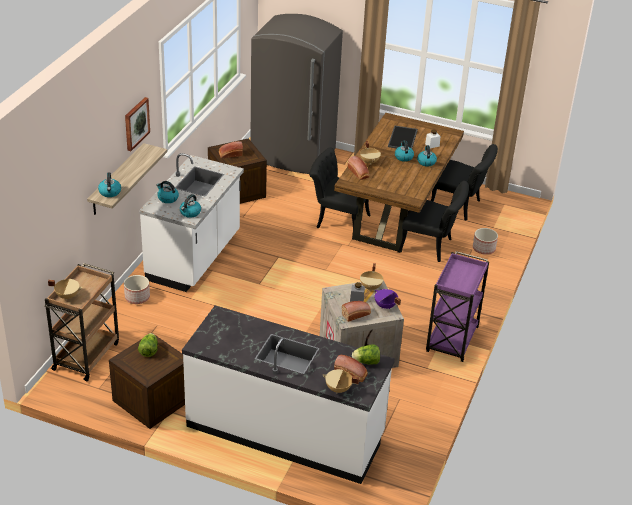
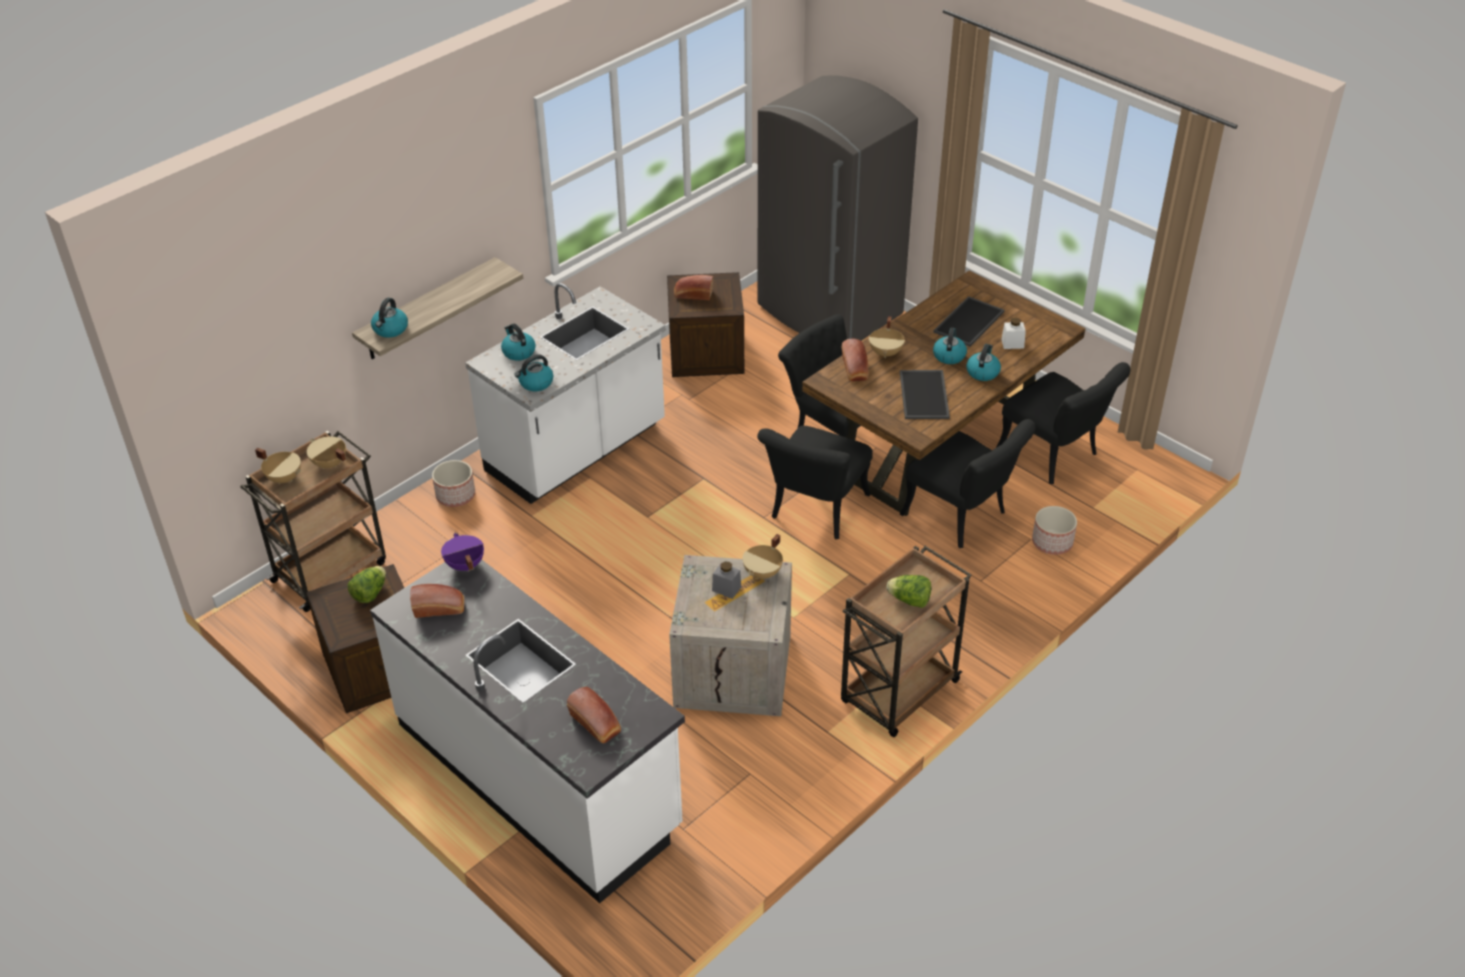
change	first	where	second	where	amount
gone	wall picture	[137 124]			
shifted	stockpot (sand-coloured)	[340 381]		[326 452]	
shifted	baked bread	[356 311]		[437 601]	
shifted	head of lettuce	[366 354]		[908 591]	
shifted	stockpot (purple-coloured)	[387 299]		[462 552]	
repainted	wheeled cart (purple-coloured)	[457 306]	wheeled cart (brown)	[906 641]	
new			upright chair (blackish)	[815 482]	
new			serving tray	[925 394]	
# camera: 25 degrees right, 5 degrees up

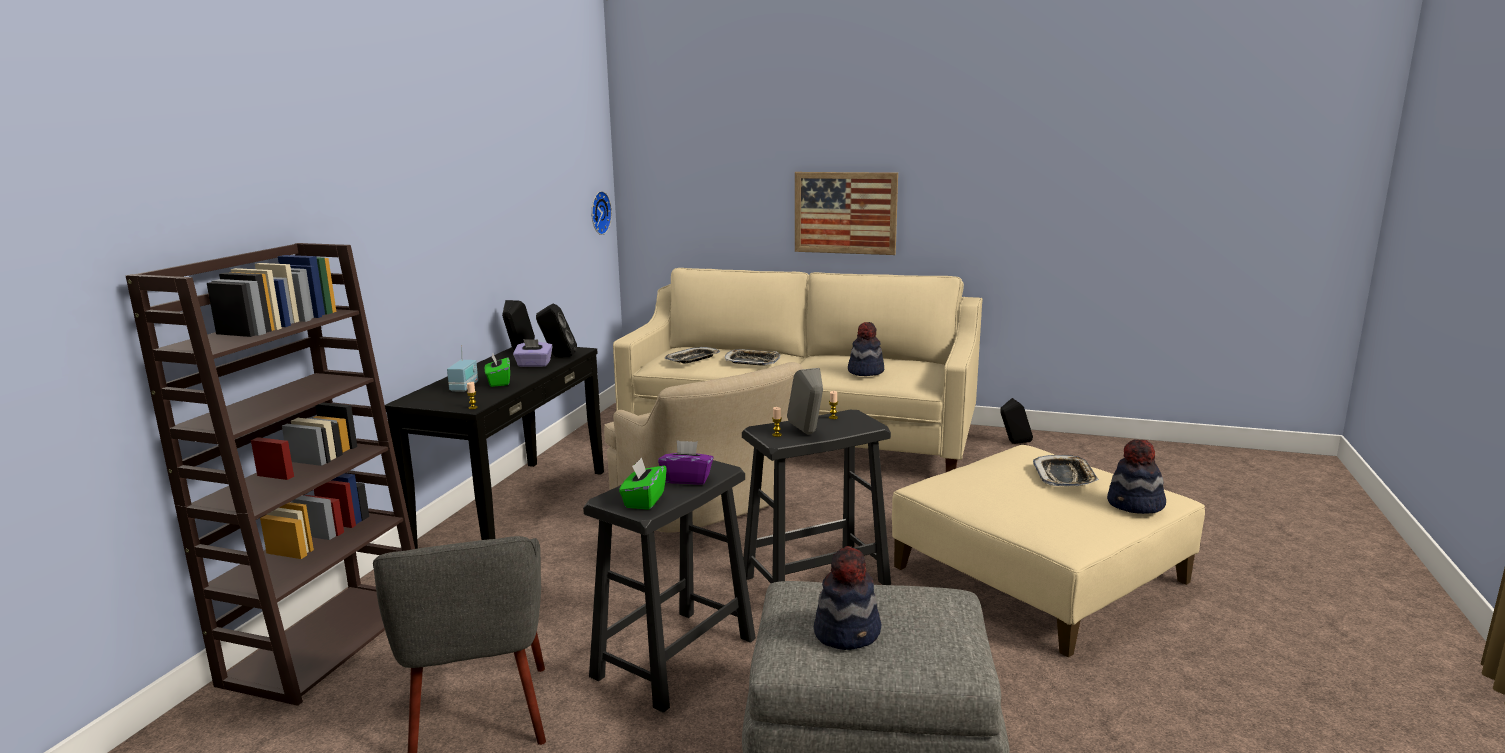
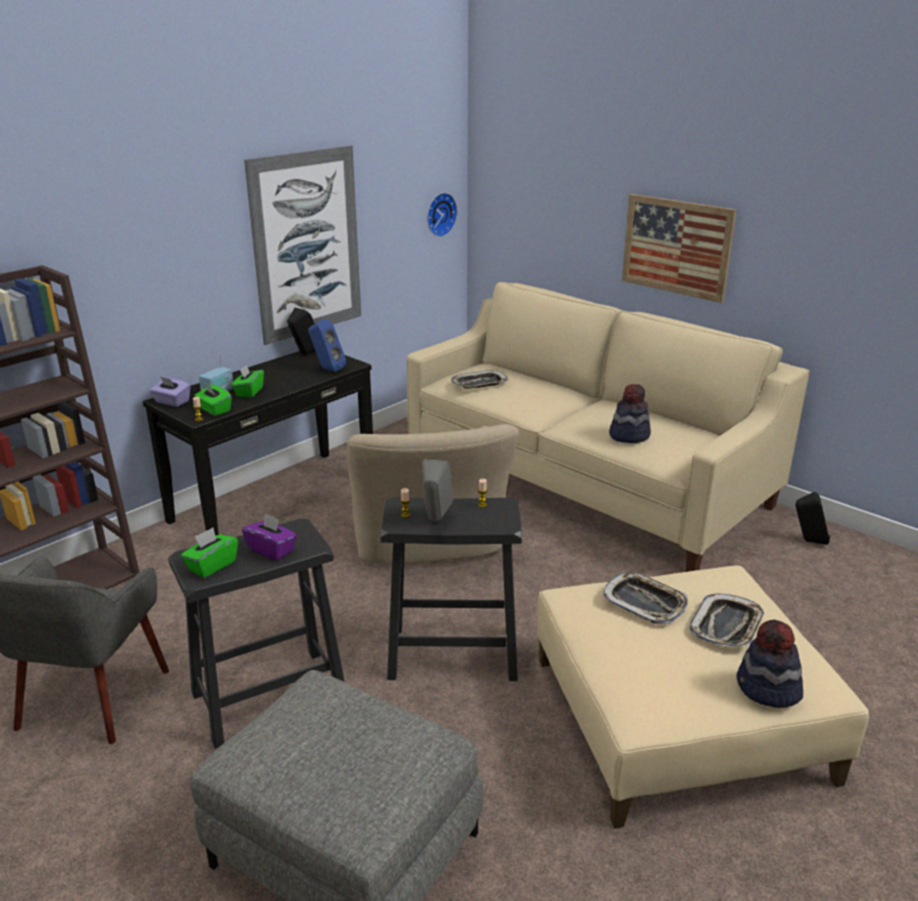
change	first	where	second	where	amount
shifted	tissue box (purple-coloured)	[533 353]		[170 392]	
repainted	audio speaker (blackish)	[556 330]	audio speaker (bluish)	[327 345]	
shifted	serving tray	[752 357]		[645 598]	
gone	clothing hat	[847 598]			
new			tissue box (greenish)	[213 400]	
new			wall picture	[302 245]	
# camera: 25 degrees right, 10 degrees up

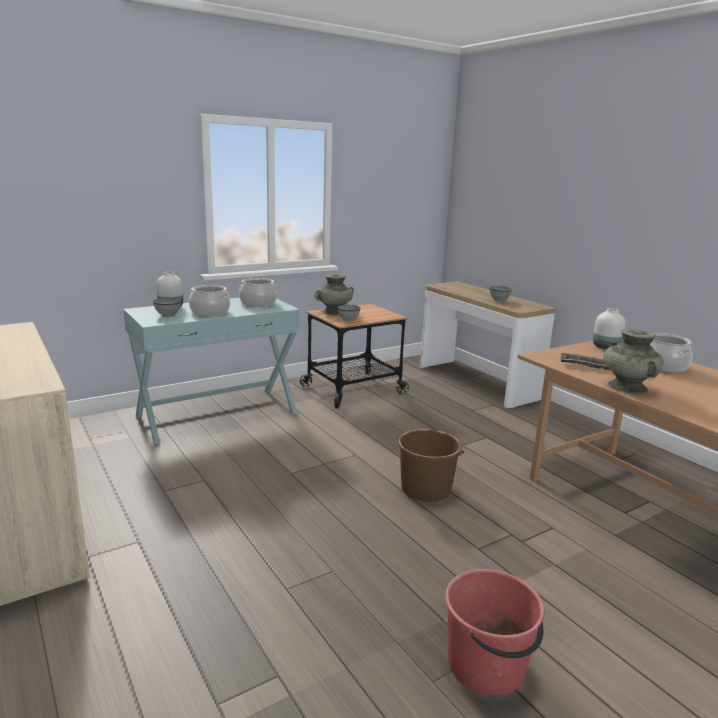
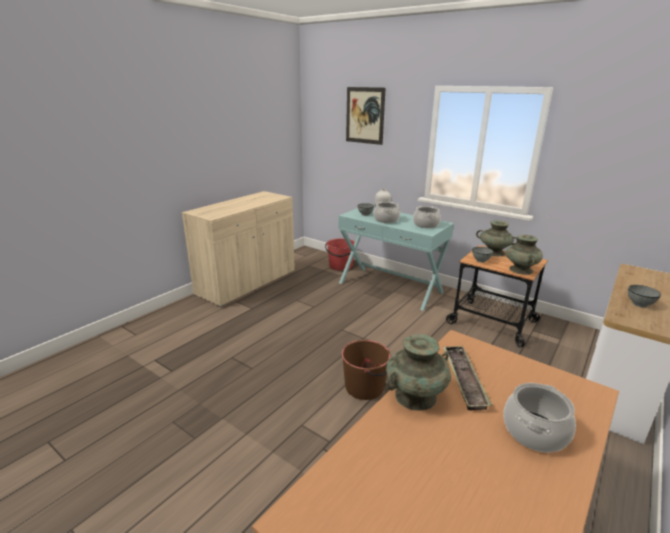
change	first	where	second	where	amount
shifted	bucket (red-coloured)	[494 632]		[340 254]	
gone	vase (white-coloured)	[609 328]			
new			wall picture	[366 116]	
new			vase (turquoise-coloured)	[524 255]	
# camera: 70 degrees right, 5 degrees up

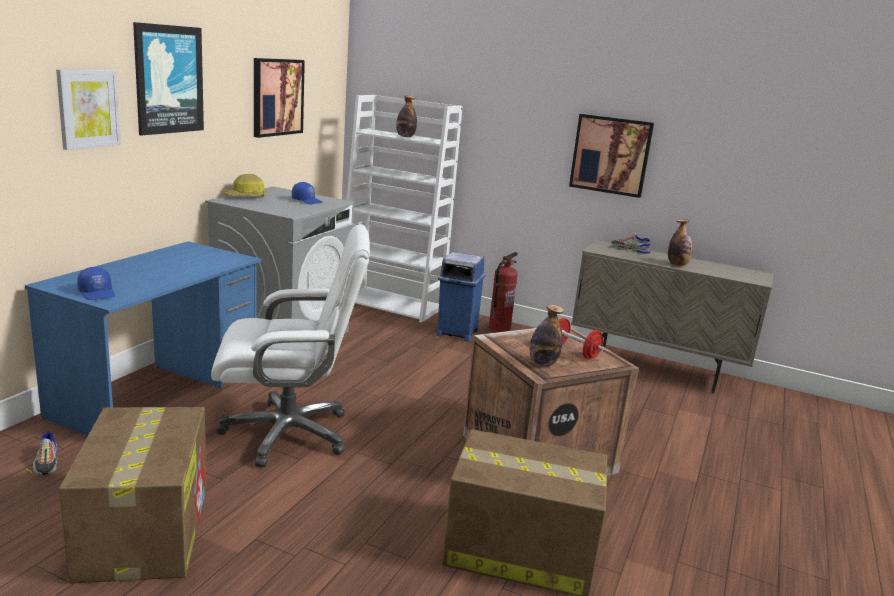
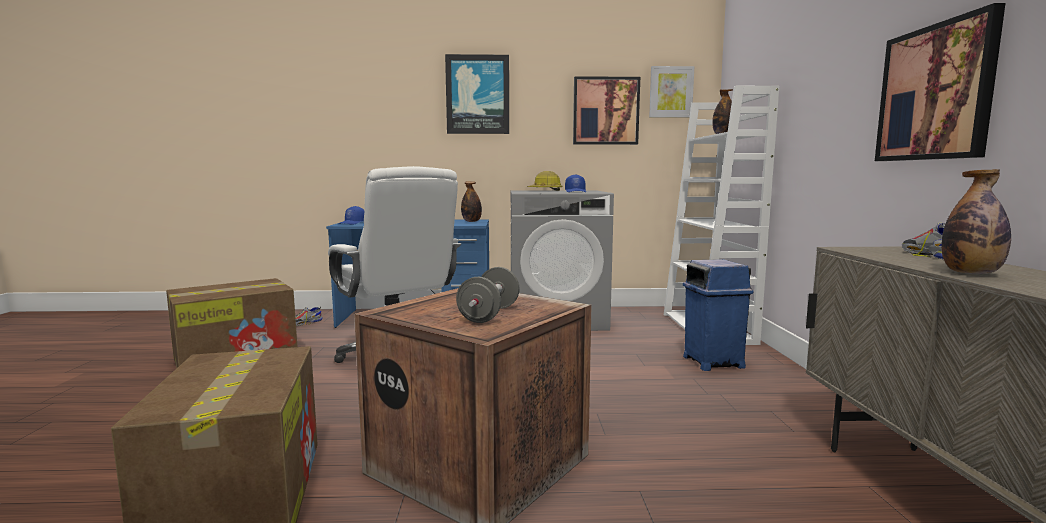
change	first	where	second	where	amount
shifted	wall picture	[88 109]		[671 92]	
gone	fire extinguisher	[503 292]			
shifted	drink bottle	[546 335]		[471 201]	
repainted	dumbbell (red-coloured)	[581 339]	dumbbell (grey)	[488 295]	
# camera: 65 degrees right, 10 degrees down

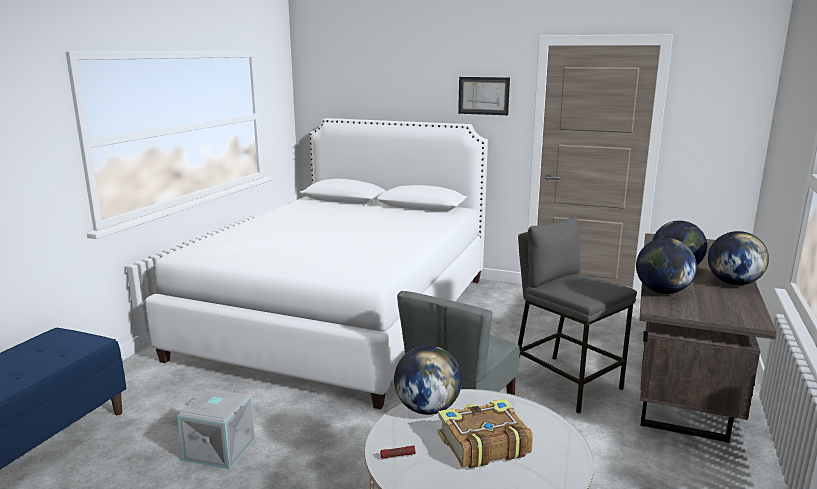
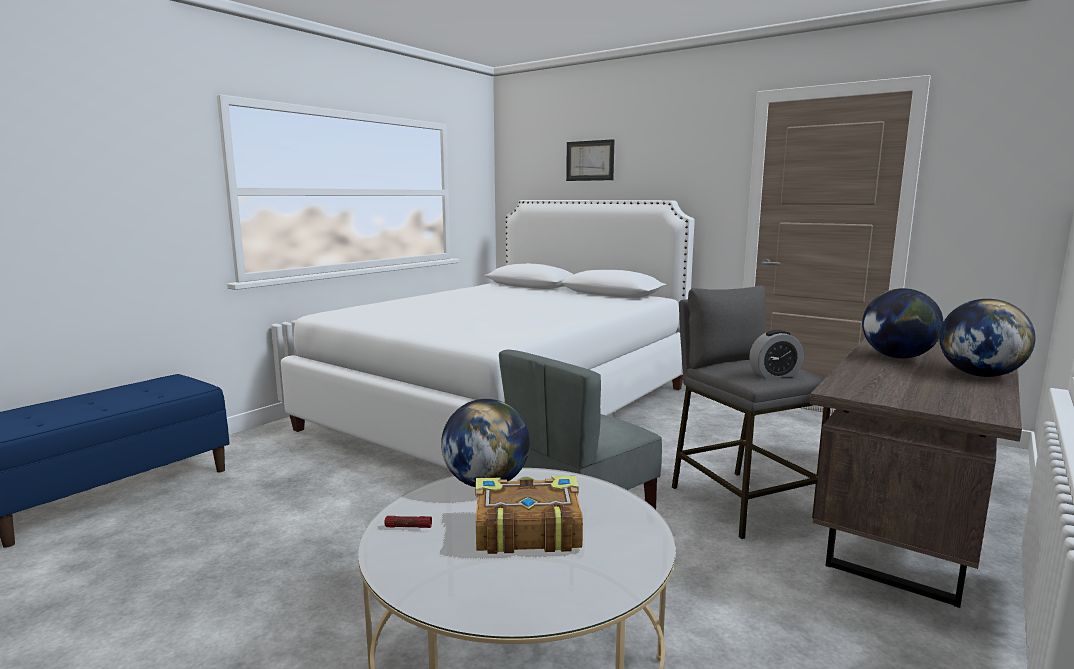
change	first	where	second	where	amount
gone	storage bin (grey)	[216 428]			
shifted	wall picture	[484 96]		[590 160]	
gone	desk globe	[666 266]			
new			bedside clock	[776 354]	
# camera: 15 degrees right, 5 degrees down

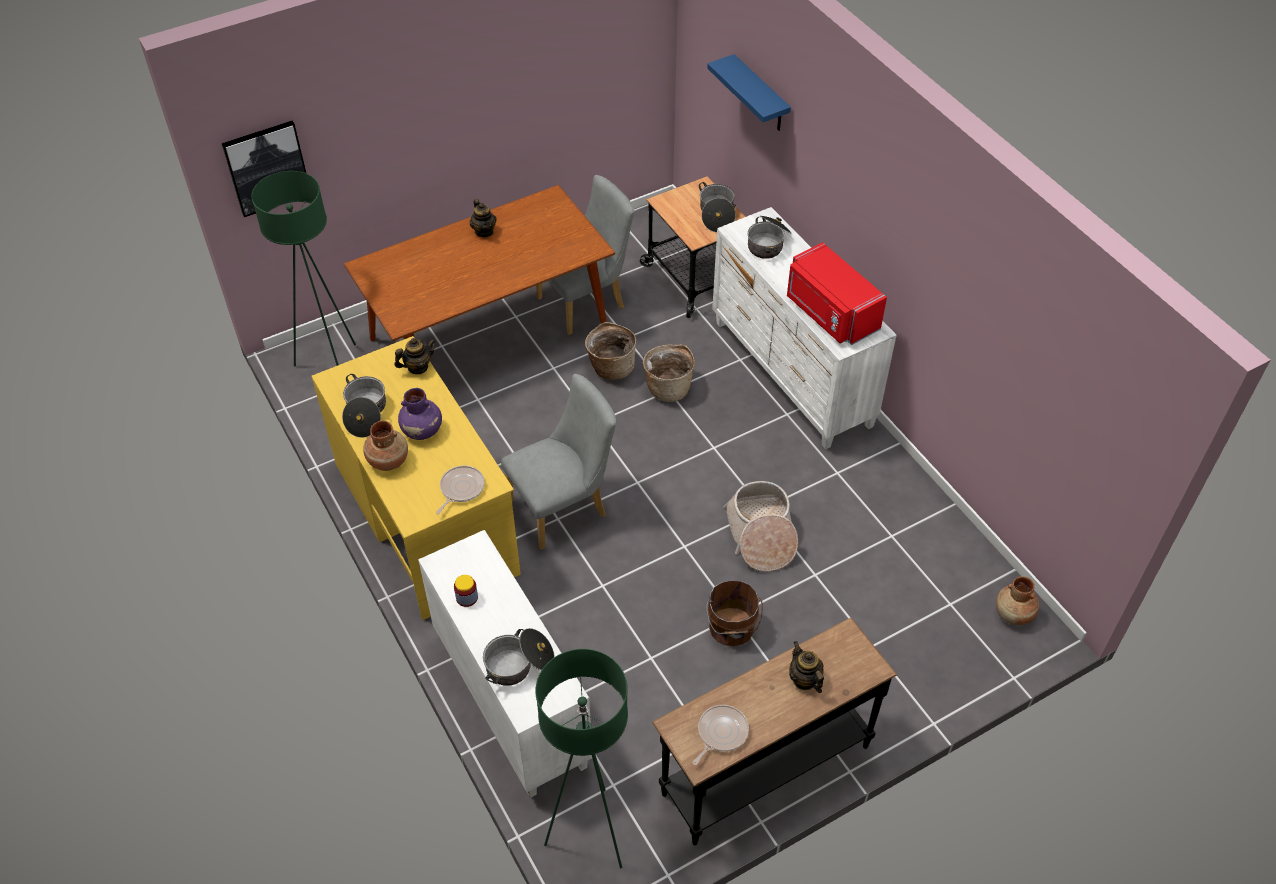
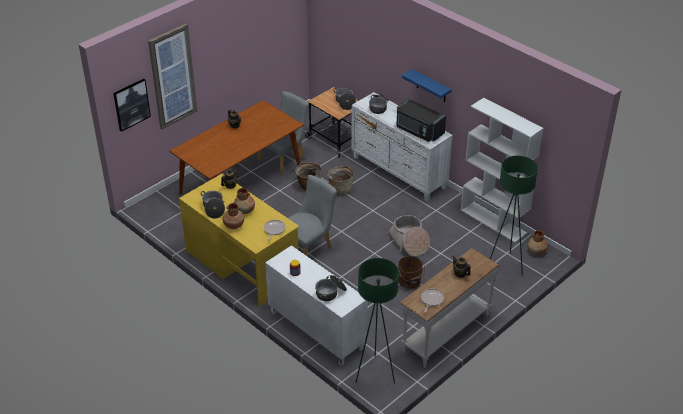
change	first	where	second	where	amount
shifted	standing lamp (greenish)	[303 269]		[514 216]	
repainted	vase (purple-coloured)	[420 414]	vase (brown)	[244 201]	
repainted	narrow table (blackish)	[774 731]	narrow table (white-coloured)	[449 308]	
shifted	wall shelf (bluish)	[749 92]		[427 85]	
repainted	kitchen microwave (red-coloured)	[837 293]	kitchen microwave (blackish)	[421 120]	
new			wall picture	[172 76]	
new			bookcase (white-coloured)	[502 170]	
# camera: 15 degrees left, 10 degrees down

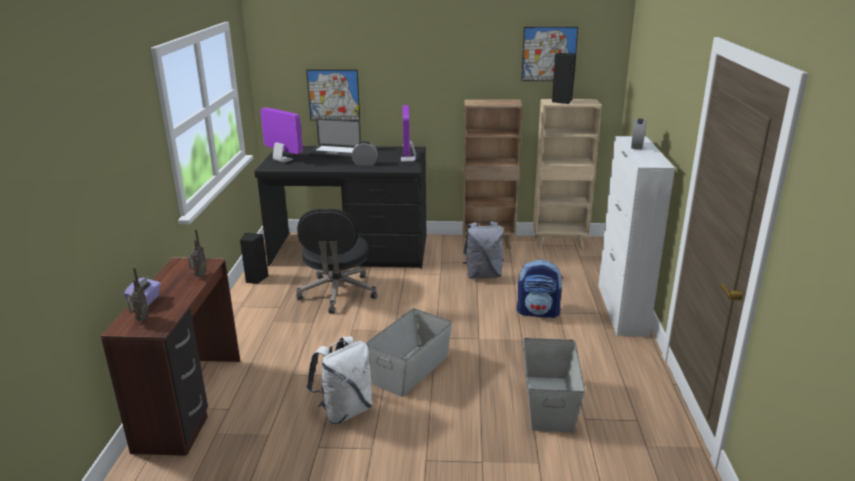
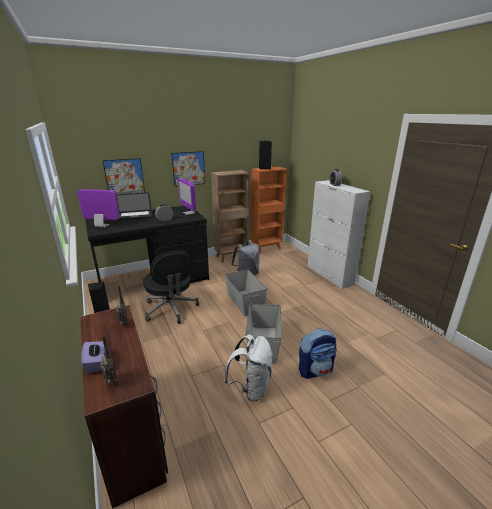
change	first	where	second	where	amount
shifted	rucksack	[540 288]		[317 353]	
shifted	wall picture	[549 54]		[188 169]	
shifted	storage bin (grey)	[554 385]		[246 293]	
repainted	bookcase (sand-coloured)	[567 174]	bookcase (orange-coloured)	[269 210]	
# camera: 30 degrees left, 0 degrees up

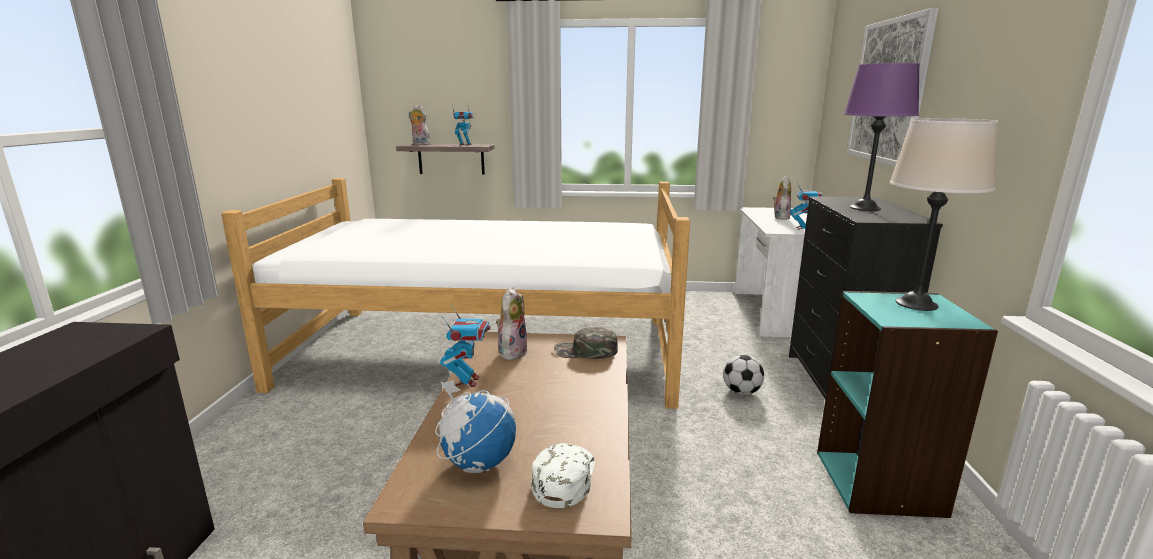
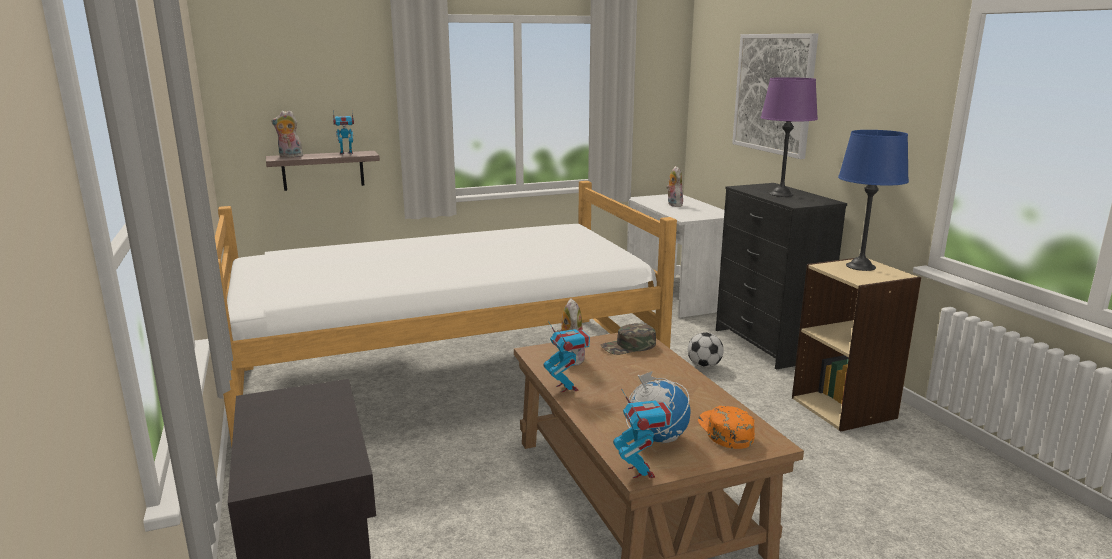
change	first	where	second	where	amount
repainted	peaked cap (white-coloured)	[563 475]	peaked cap (orange-coloured)	[726 427]	
shifted	robot figure	[806 206]		[643 433]	
repainted	bookcase (turquoise-coloured)	[907 404]	bookcase (sand-coloured)	[856 345]	
repainted	tabletop lamp (sand-coloured)	[944 214]	tabletop lamp (bluish)	[873 200]	
# camera: 25 degrees left, 0 degrees up

